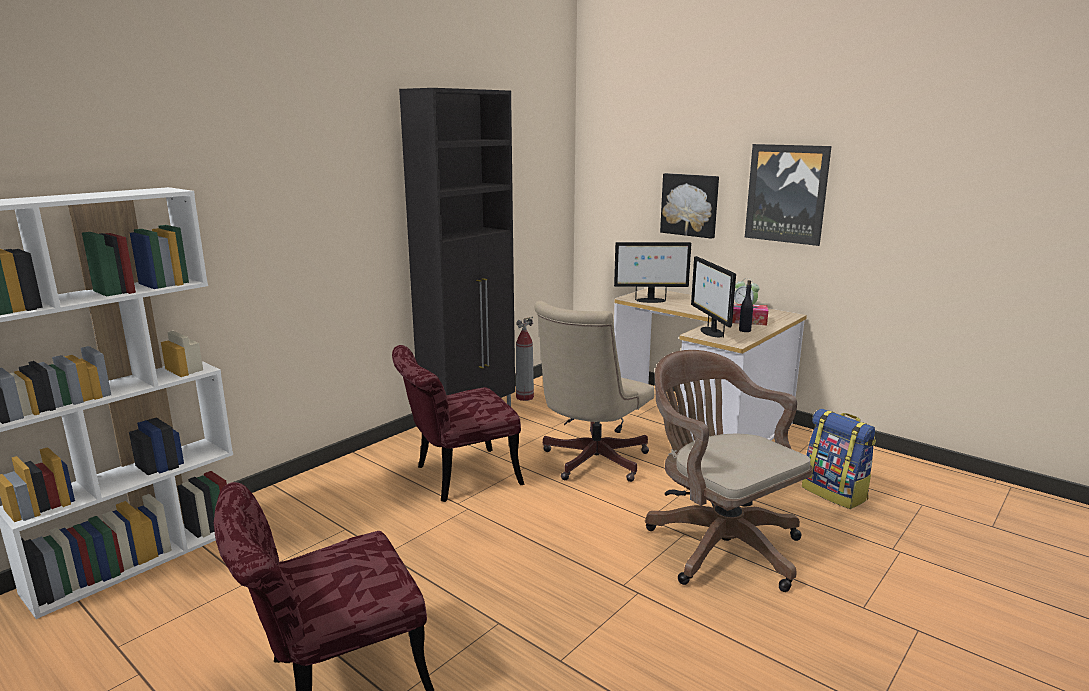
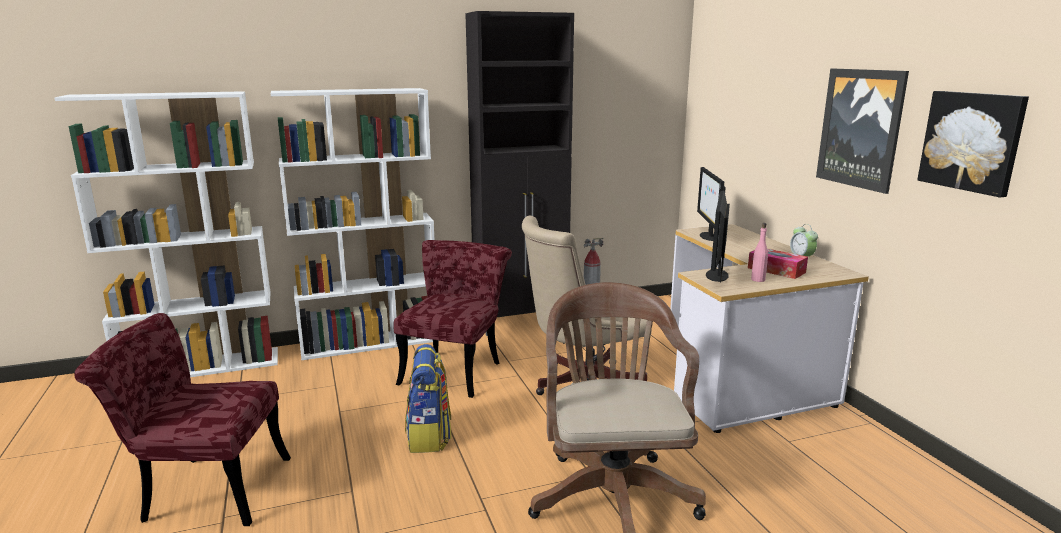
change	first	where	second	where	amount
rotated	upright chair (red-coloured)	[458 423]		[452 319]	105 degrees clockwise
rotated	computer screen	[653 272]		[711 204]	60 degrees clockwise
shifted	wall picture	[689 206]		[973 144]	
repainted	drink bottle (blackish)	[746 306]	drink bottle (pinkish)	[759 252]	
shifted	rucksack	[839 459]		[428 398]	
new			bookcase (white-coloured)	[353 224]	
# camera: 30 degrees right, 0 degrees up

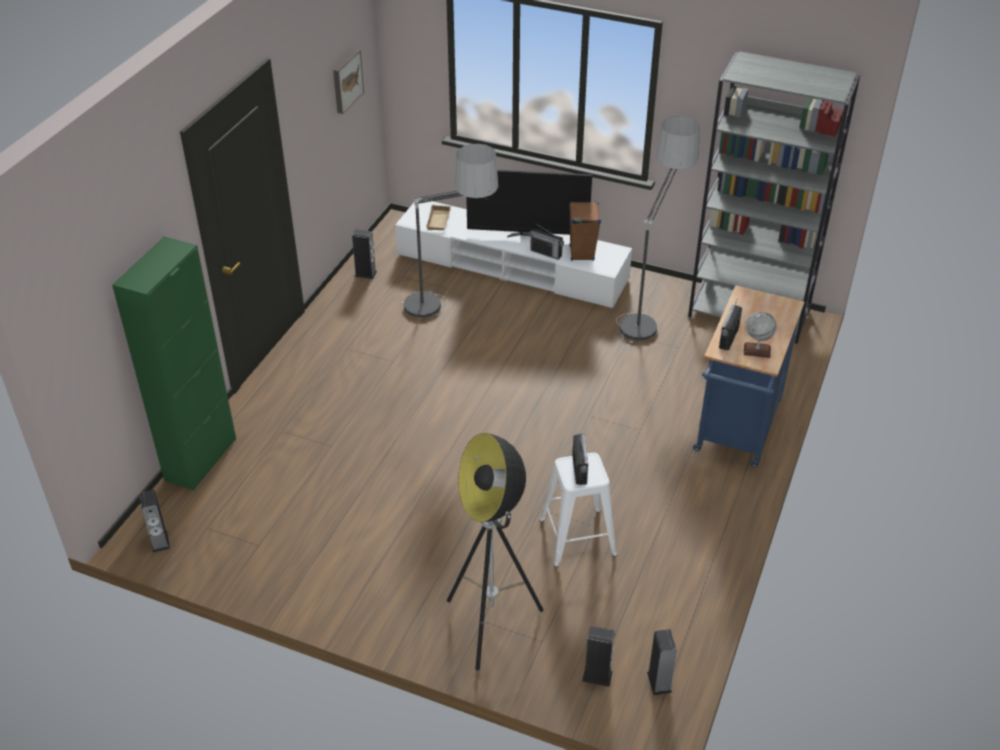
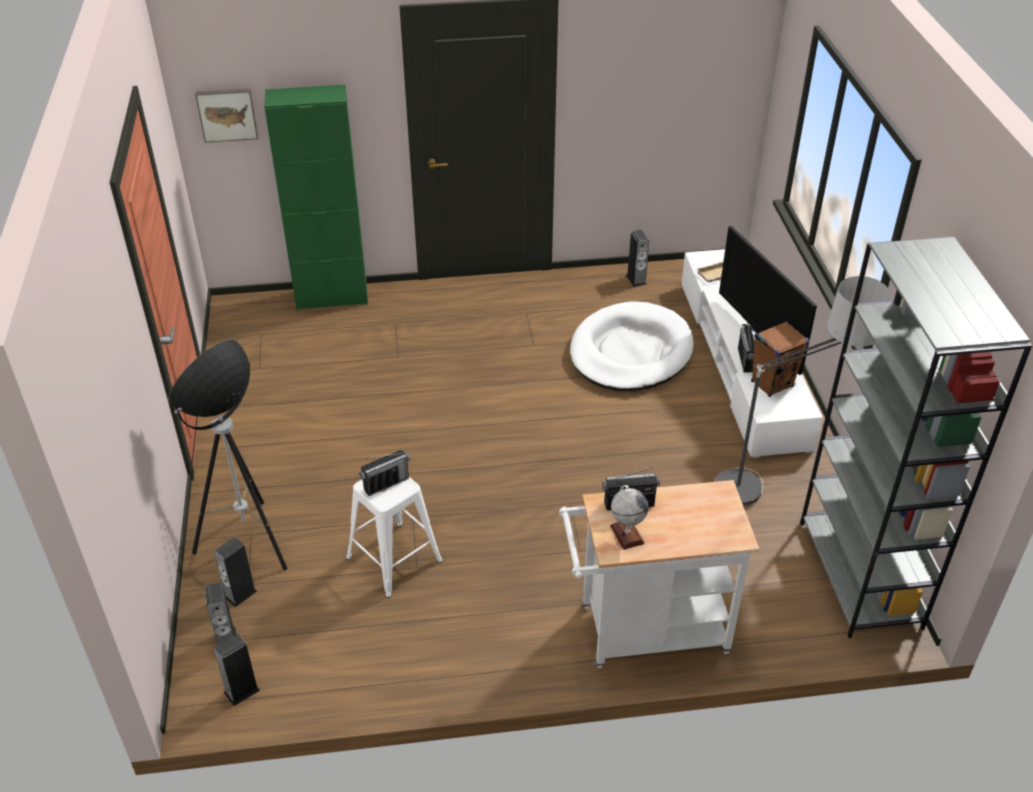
change	first	where	second	where	amount
shifted	audio speaker	[155 521]		[235 572]	
shifted	wall picture	[348 81]		[226 115]	
swapped	standing lamp	[450 231]	dog cushion (white-coloured)	[632 346]	
repainted	wheeled cart (bluish)	[748 376]	wheeled cart (white-coloured)	[659 574]	
# camera: 60 degrees right, 0 degrees up

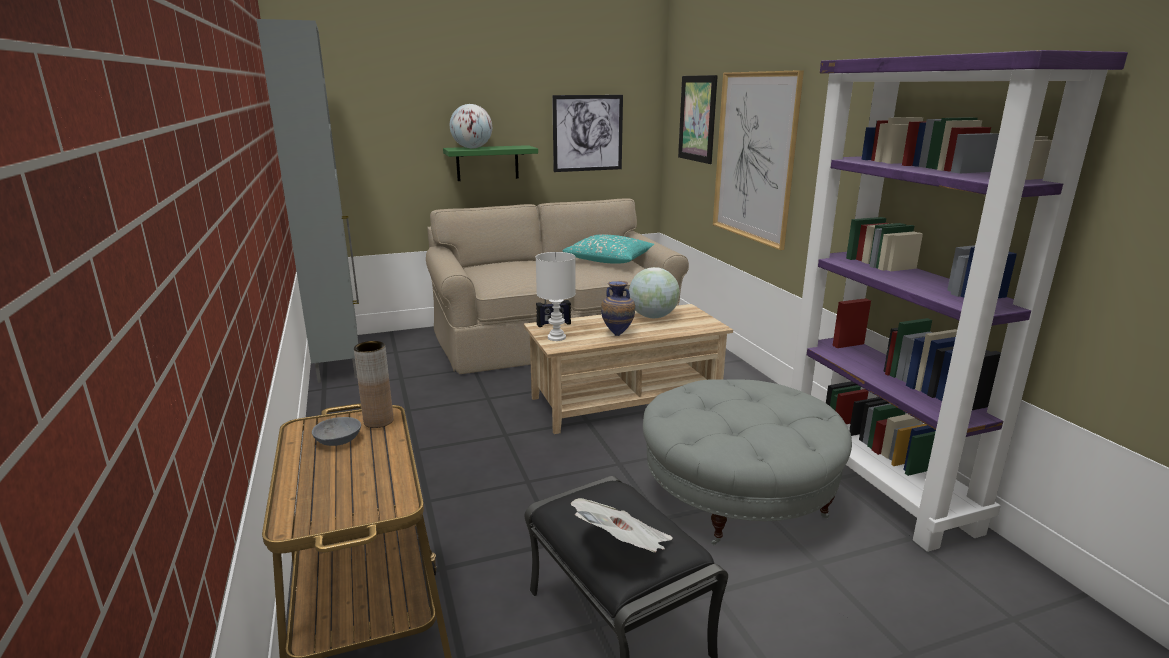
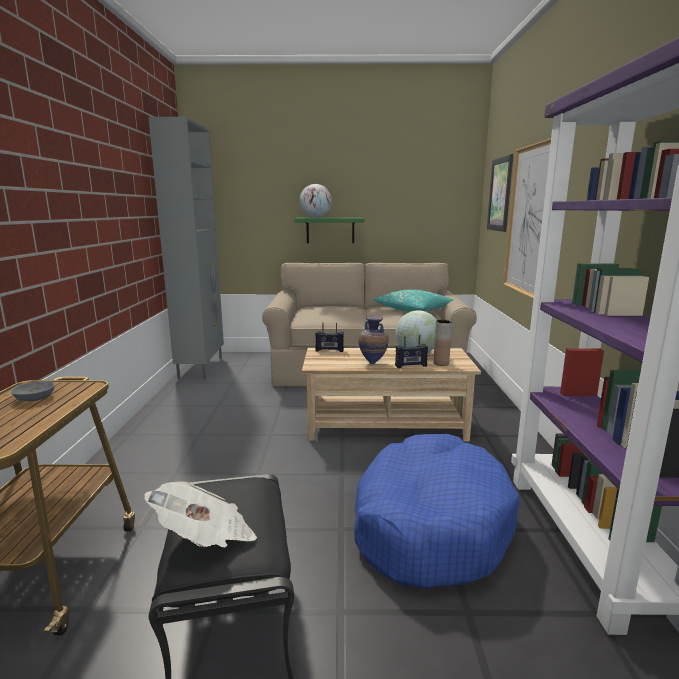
change	first	where	second	where	amount
shifted	vase (brown)	[374 384]		[443 343]	
gone	tabletop lamp (white-coloured)	[556 296]			
gone	wall picture	[587 133]			
swapped	pouffe (grey)	[747 462]	dog cushion (bluish)	[437 511]	
new			radio	[411 351]	
# camera: 20 degrees right, 5 degrees down

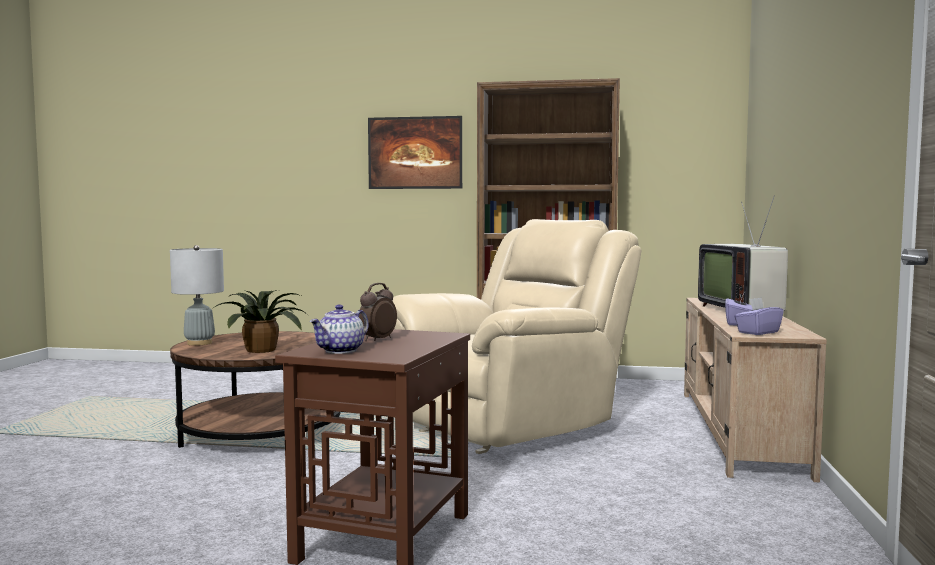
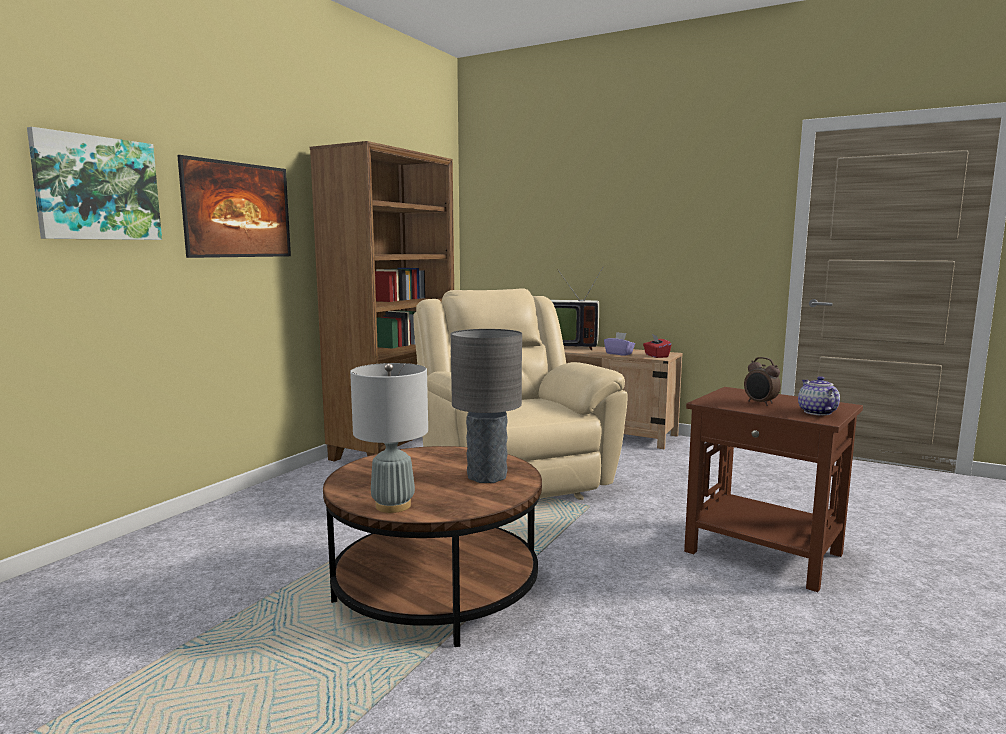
change	first	where	second	where	amount
swapped	plant in a pot	[263 321]	tabletop lamp (grey)	[486 406]	
rotated	teapot	[339 329]		[819 395]	150 degrees counterclockwise
repainted	tissue box (purple-coloured)	[759 316]	tissue box (red-coloured)	[657 346]	
new			wall picture	[94 183]	
# camera: 70 degrees left, 5 degrees up

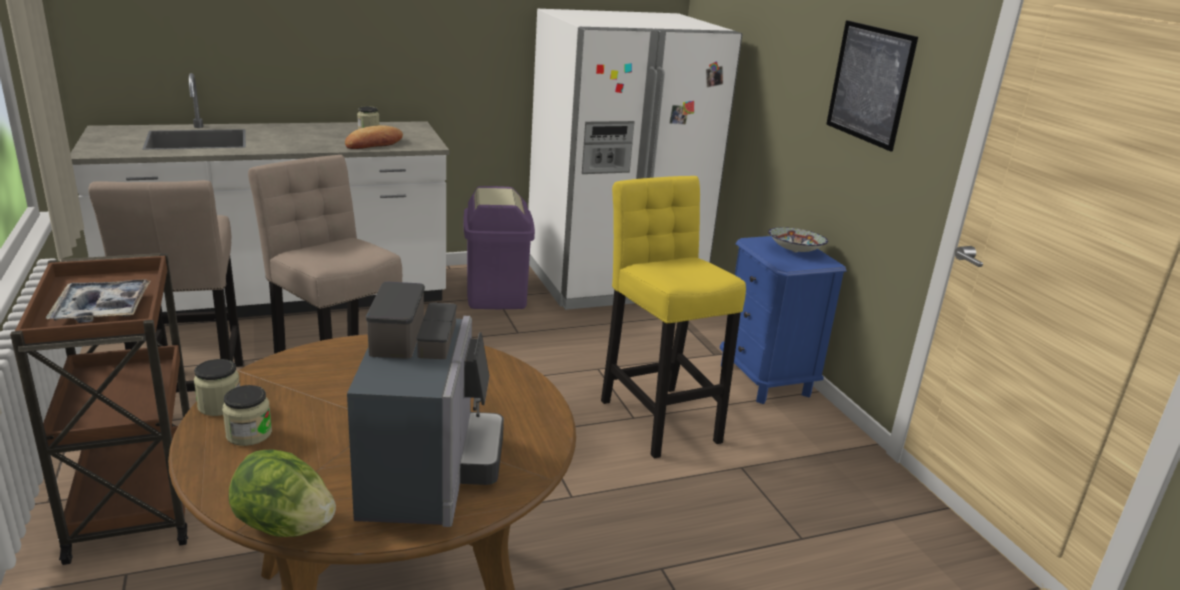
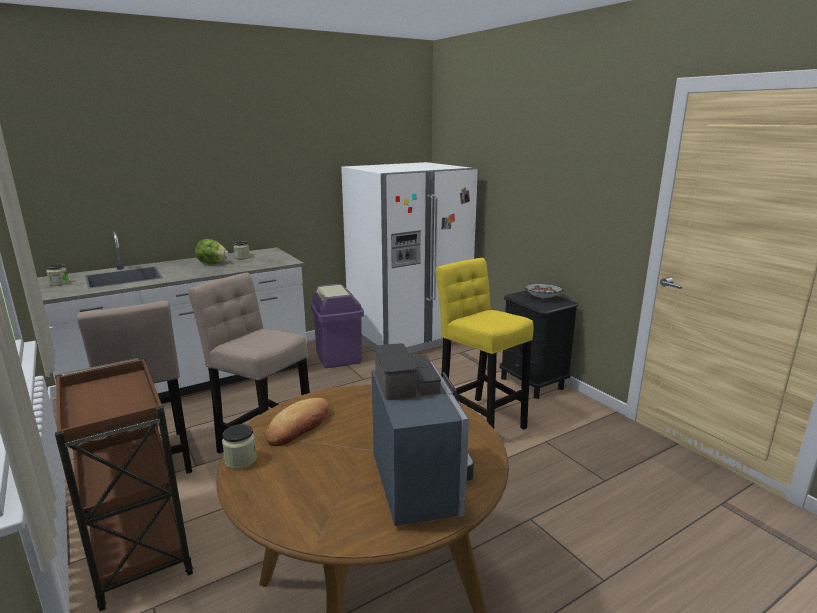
change	first	where	second	where	amount
gone	serving tray	[98 301]			
shifted	preserve jar	[247 415]		[57 275]	
shifted	head of lettuce	[282 493]		[212 251]	
shifted	baked bread	[374 137]		[297 422]	
repainted	nightstand (bluish)	[783 320]	nightstand (blackish)	[539 344]	
gone	wall picture	[872 85]			
# camera: 10 degrees left, 5 degrees down

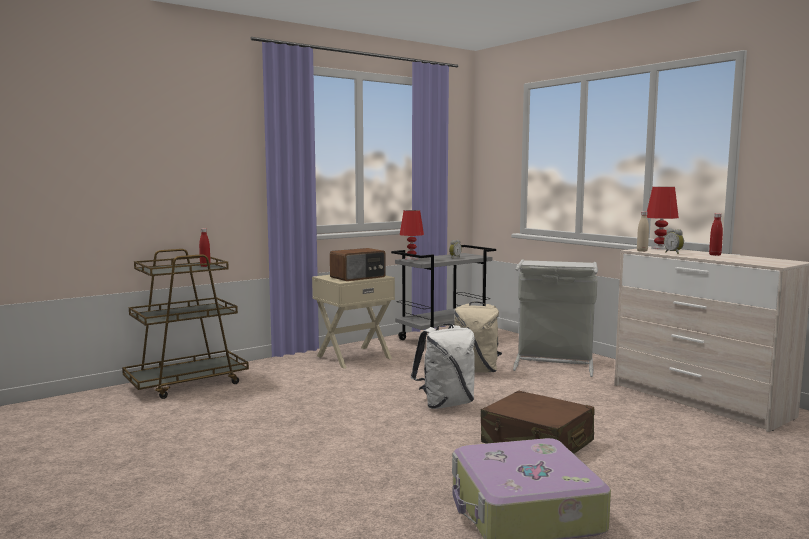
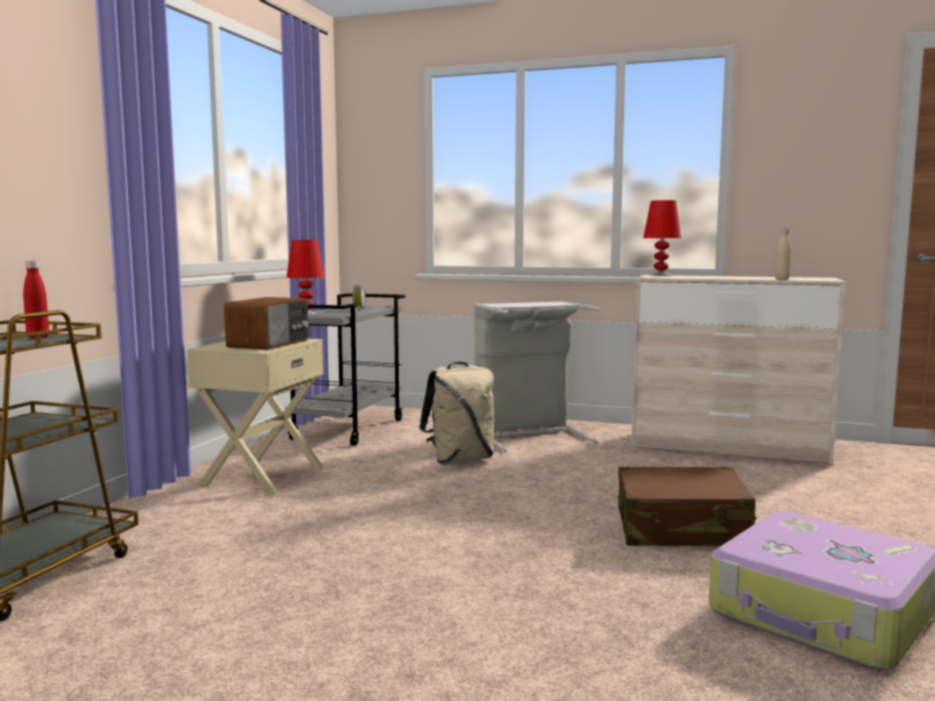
change	first	where	second	where	amount
gone	rucksack (white-coloured)	[443 366]			
shifted	drink bottle (sand-coloured)	[643 231]		[783 254]	
gone	bedside clock	[674 241]			
gone	drink bottle (red-coloured)	[716 234]			
# camera: 35 degrees left, 0 degrees up

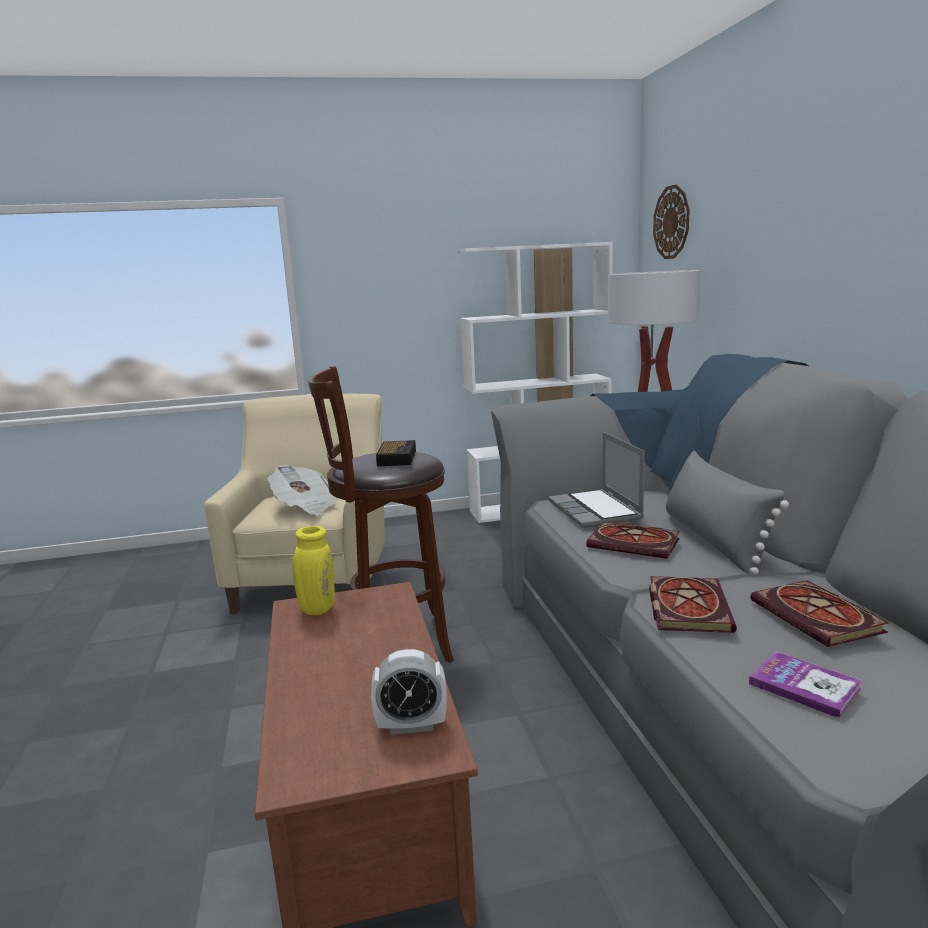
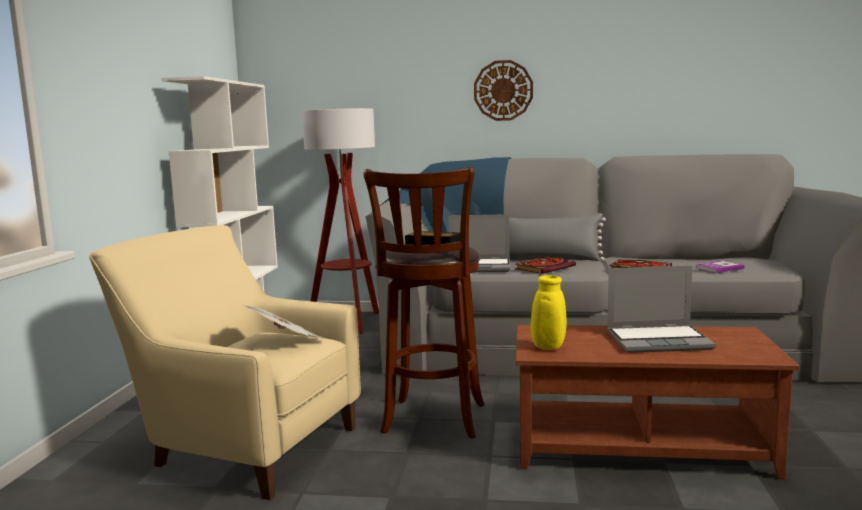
change	first	where	second	where	amount
gone	bedside clock	[409 692]			
shifted	wall clock	[671 221]		[503 90]	
gone	volume	[819 613]			
new			notebook computer	[661 309]	
# camera: 70 degrees left, 5 degrees down

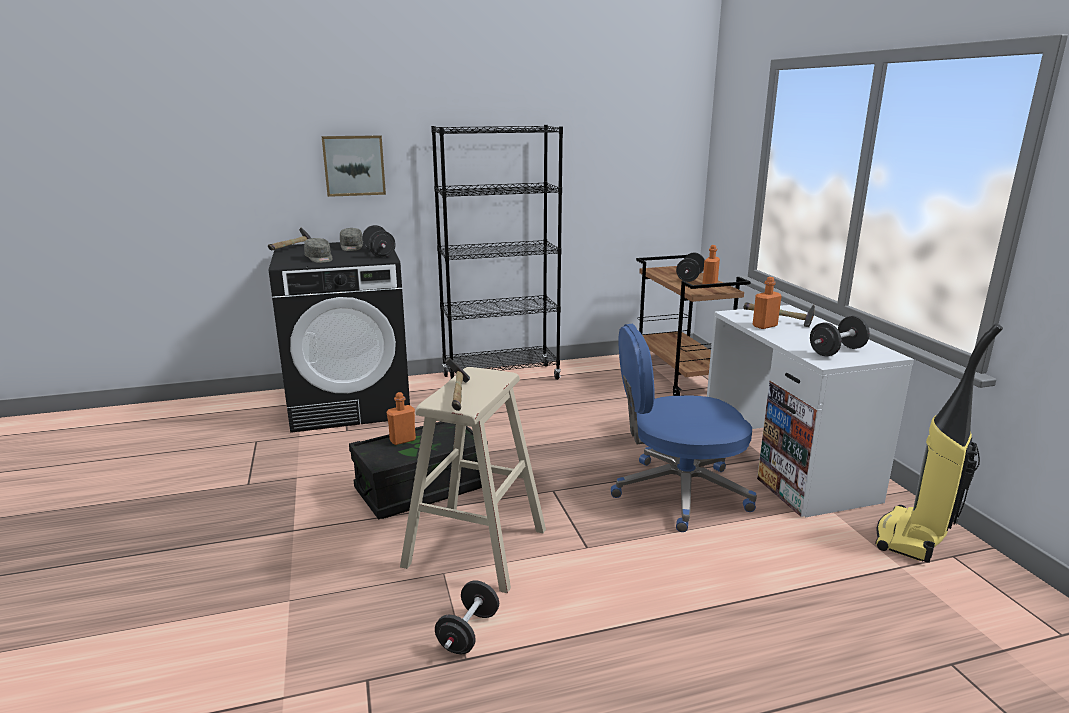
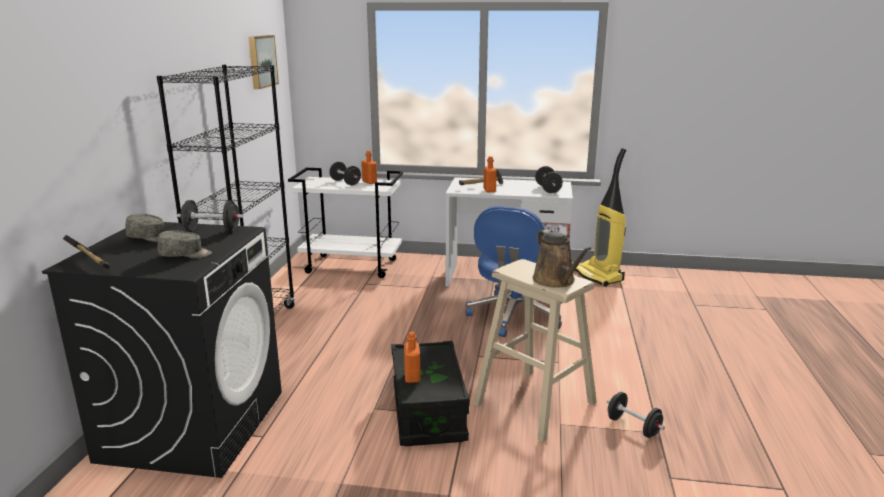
change	first	where	second	where	amount
shifted	wall picture	[354 166]		[264 62]	
swapped	tool hammer	[458 384]	sprinkling can (brown)	[562 258]	
repainted	wheeled cart (brown)	[693 325]	wheeled cart (white-coloured)	[345 223]	
# camera: 65 degrees left, 0 degrees up

